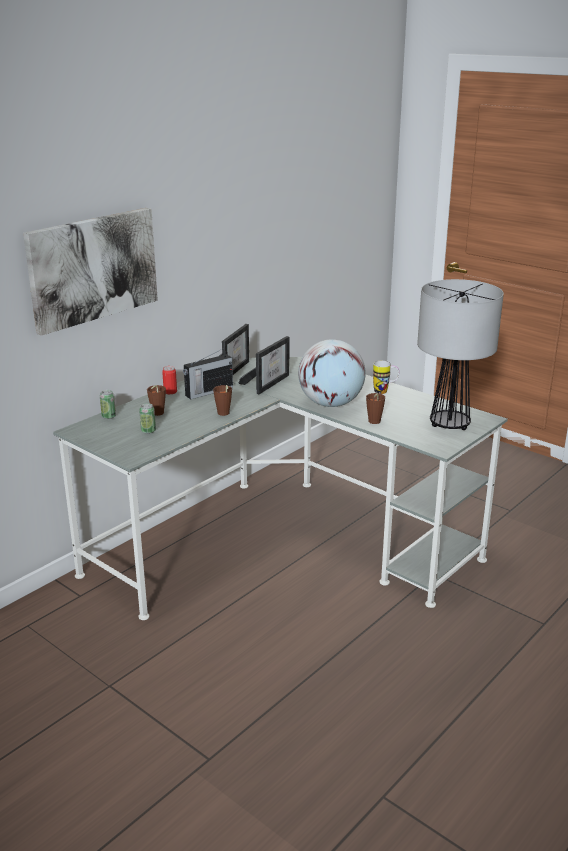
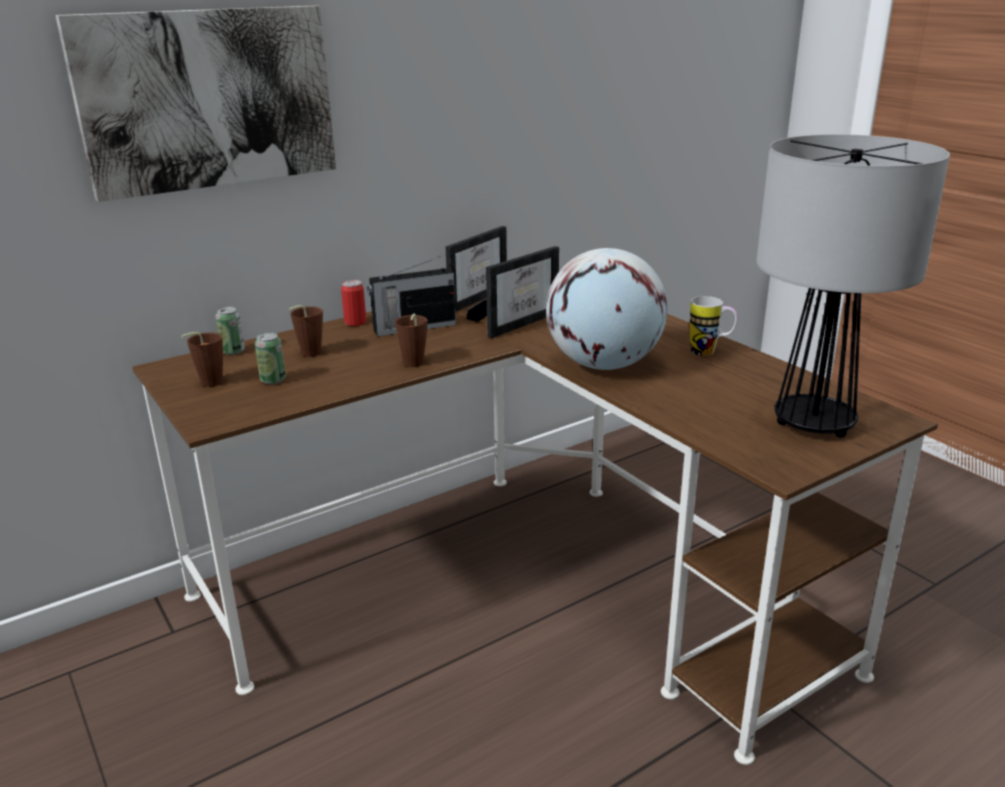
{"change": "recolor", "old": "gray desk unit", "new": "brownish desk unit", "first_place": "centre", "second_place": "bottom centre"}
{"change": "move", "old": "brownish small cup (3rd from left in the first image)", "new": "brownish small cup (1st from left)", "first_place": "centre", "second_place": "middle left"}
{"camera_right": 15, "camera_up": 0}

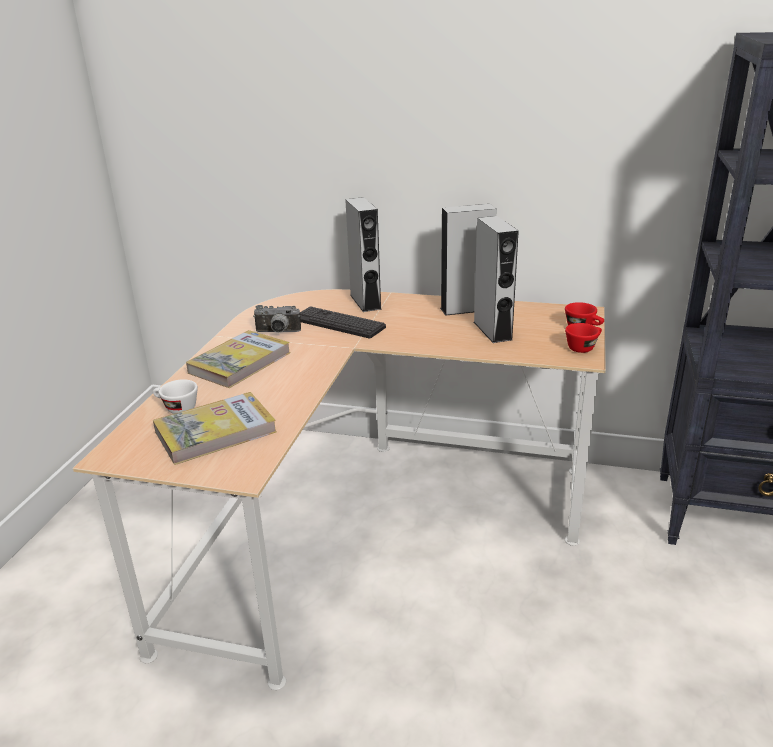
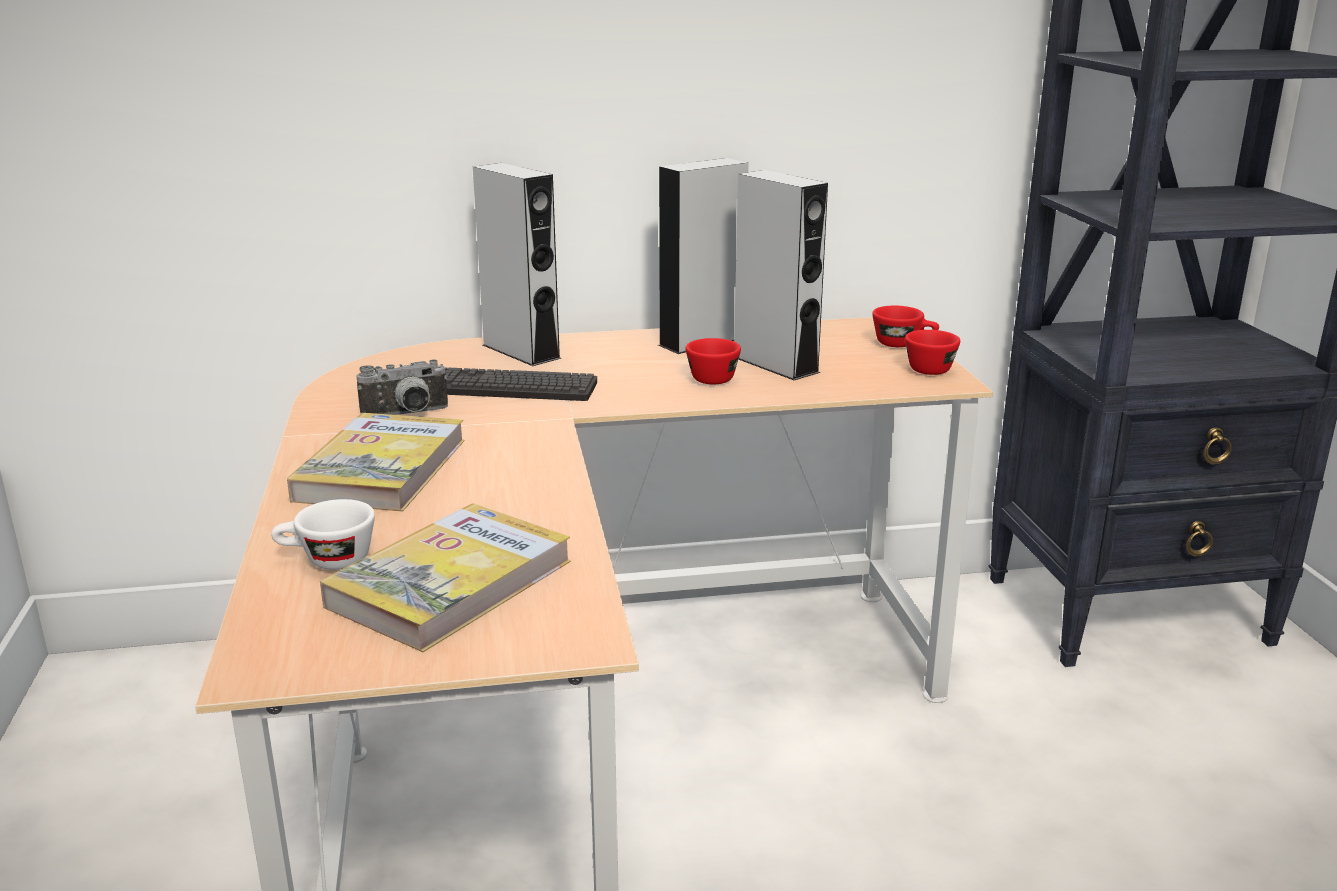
{"change": "insert", "new": "red-coloured small cup (1st from left)", "second_place": "centre"}
{"camera_right": -25, "camera_up": -5}

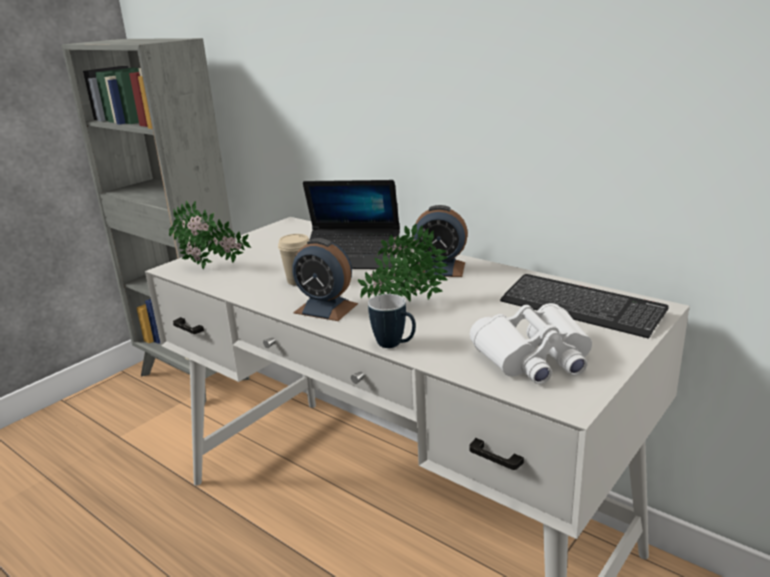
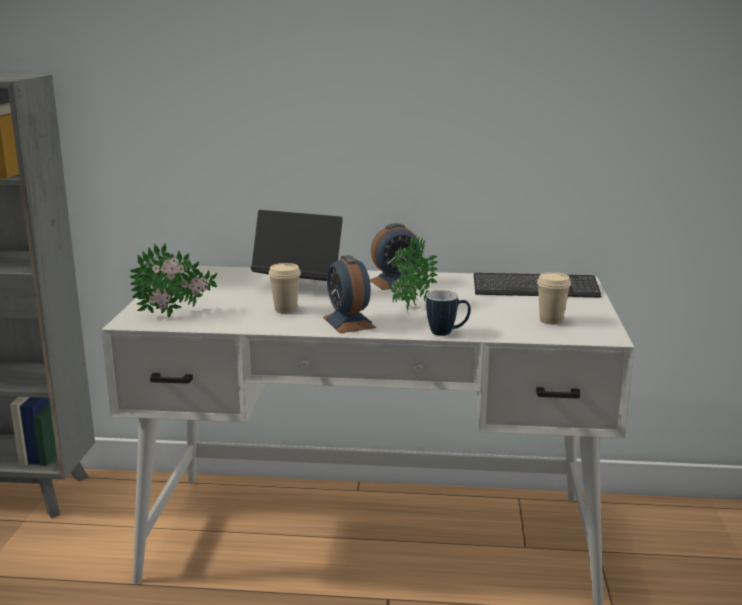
{"change": "rotate", "old": "laptop", "first_place": "centre", "second_place": "centre", "degrees": -135}
{"change": "rotate", "old": "bedside clock (1st from left)", "first_place": "centre", "second_place": "centre", "degrees": 75}
{"change": "replace", "old": "whitish binoculars", "new": "beige small cup (2nd from left)", "first_place": "middle right", "second_place": "middle right"}
{"camera_right": -35, "camera_up": -5}

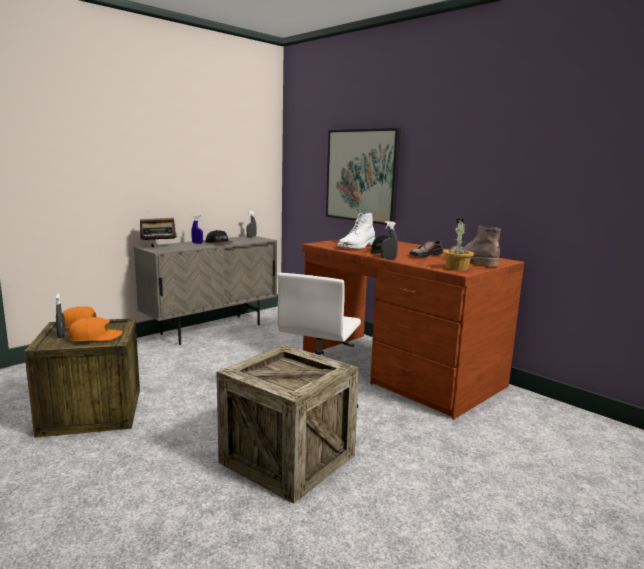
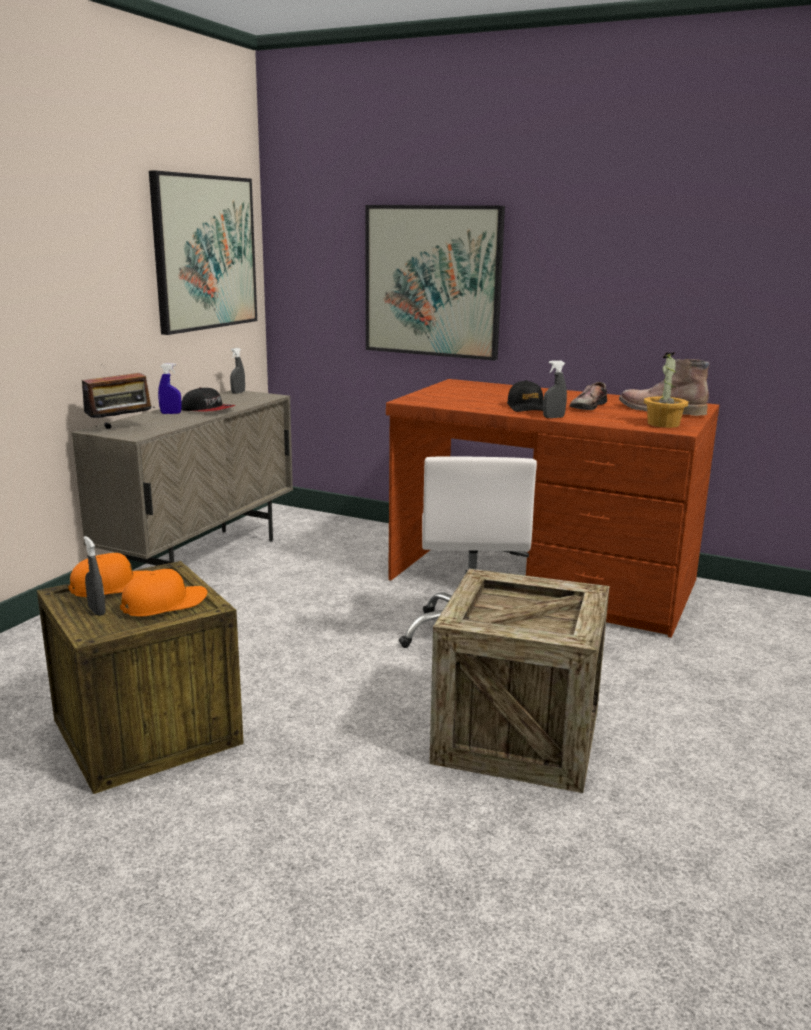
{"change": "insert", "new": "wall picture (1st from left)", "second_place": "top left"}
{"change": "delete", "old": "whitish high-top boot", "first_place": "centre"}
{"camera_right": -20, "camera_up": 5}

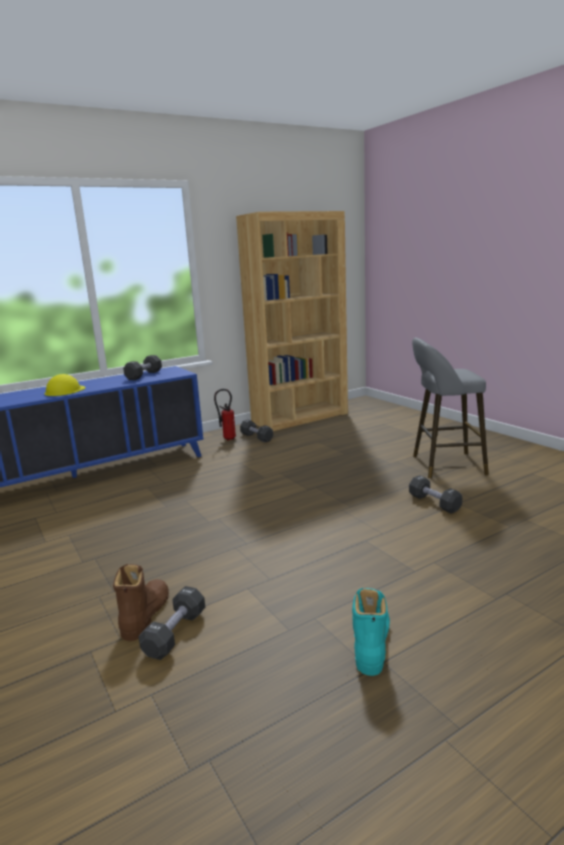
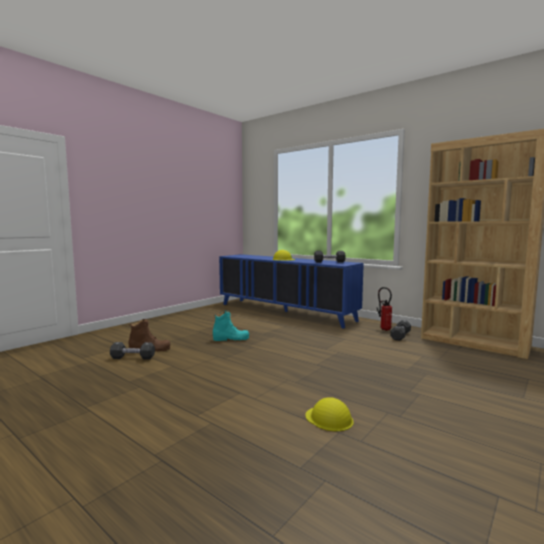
{"change": "move", "old": "turquoise-coloured high-top boot", "first_place": "bottom centre", "second_place": "centre"}
{"change": "replace", "old": "blackish dumbbell (4th from left)", "new": "yellow-coloured hard hat (2nd from left)", "first_place": "middle right", "second_place": "bottom centre"}
{"change": "delete", "old": "gray stool", "first_place": "middle right"}
{"camera_right": 70, "camera_up": -10}

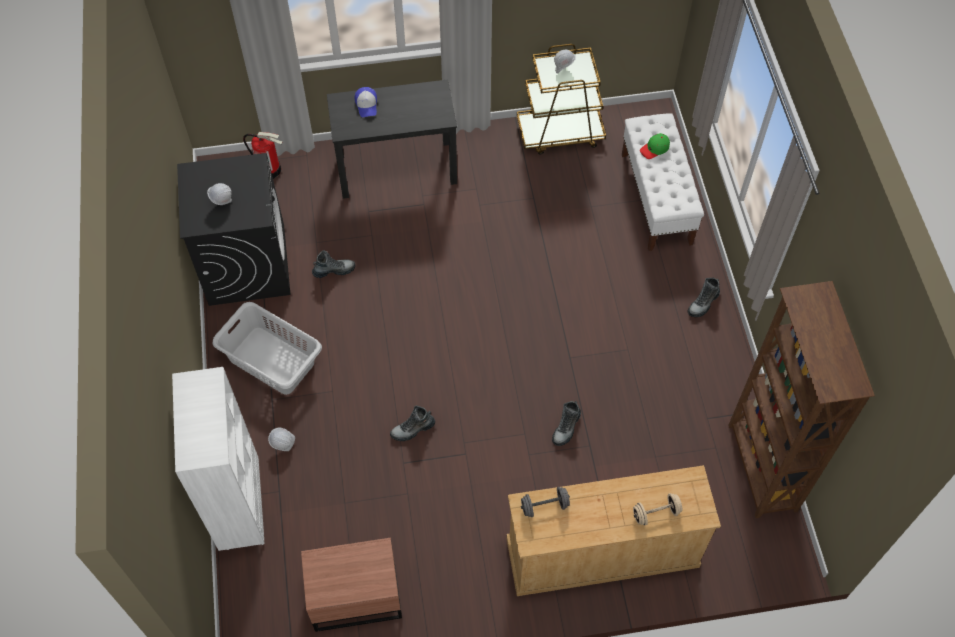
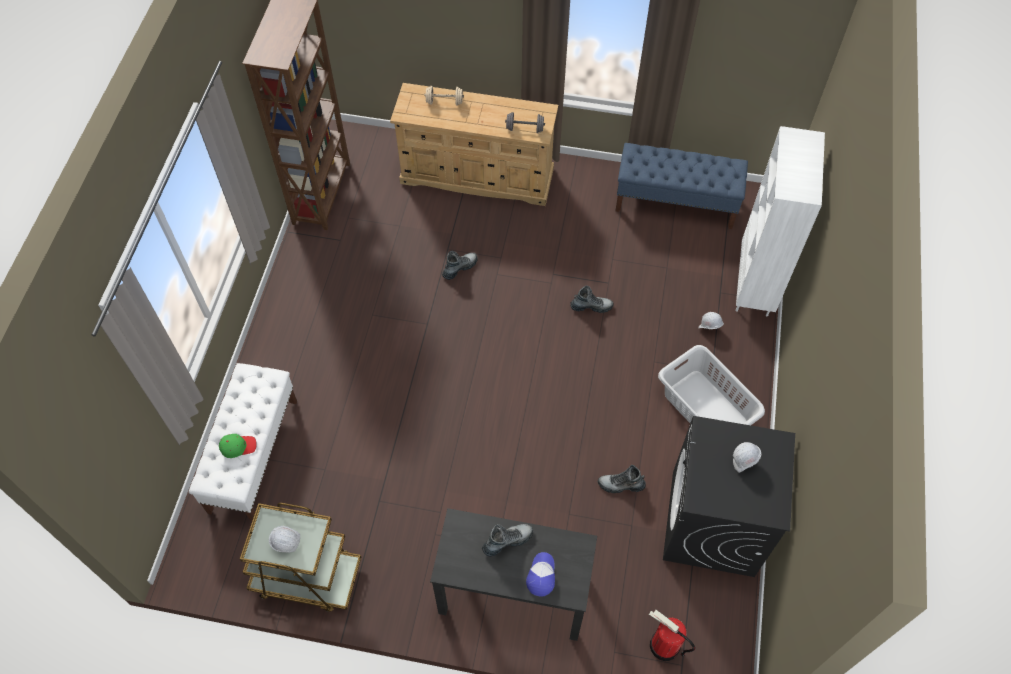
{"change": "move", "old": "high-top boot (4th from left in the first image)", "new": "high-top boot (2nd from left)", "first_place": "middle right", "second_place": "bottom centre"}
{"change": "replace", "old": "brownish night table", "new": "blue bench", "first_place": "bottom centre", "second_place": "top right"}
{"camera_right": -160, "camera_up": 0}

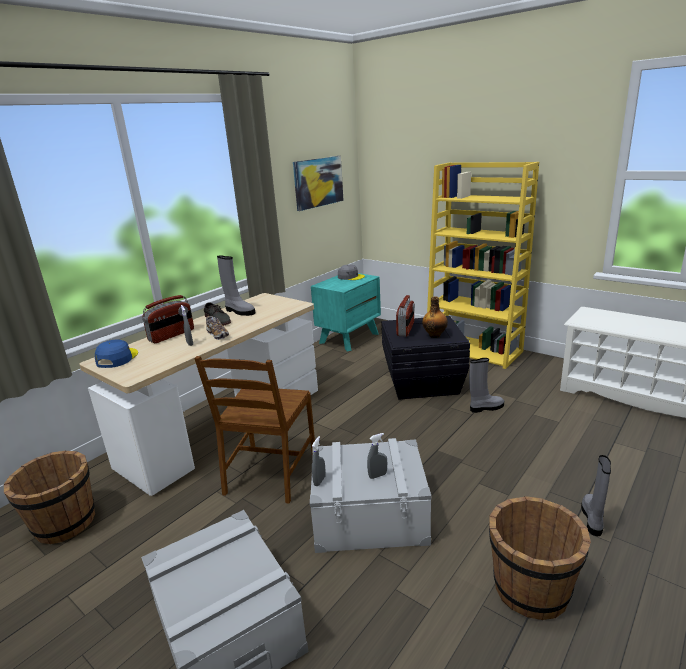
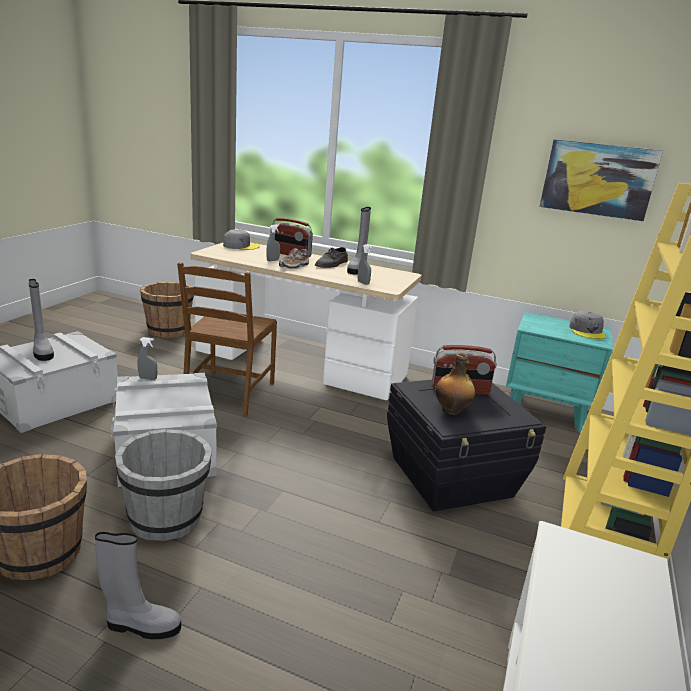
{"change": "move", "old": "gray high-top boot (2nd from left in the first image)", "new": "gray high-top boot (1st from left)", "first_place": "middle right", "second_place": "middle left"}
{"change": "insert", "new": "gray pail", "second_place": "bottom left"}
{"change": "rotate", "old": "brownish plain chair", "first_place": "centre", "second_place": "middle left", "degrees": -75}
{"change": "recolor", "old": "blue baseball cap", "new": "gray baseball cap (1st from left)", "first_place": "middle left", "second_place": "centre"}
{"change": "move", "old": "gray hand sprayer (3rd from left)", "first_place": "bottom centre", "second_place": "centre"}
{"camera_right": 70, "camera_up": 0}

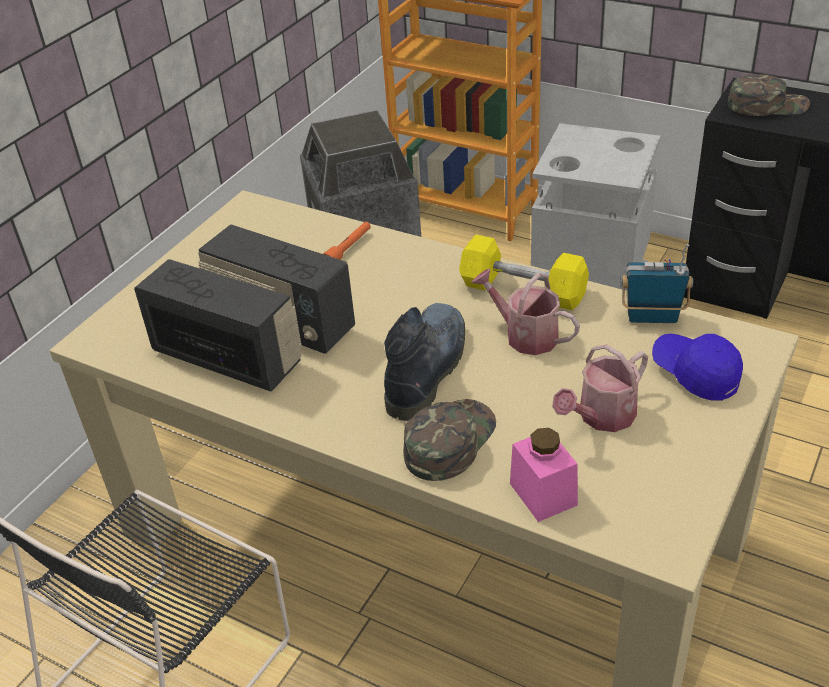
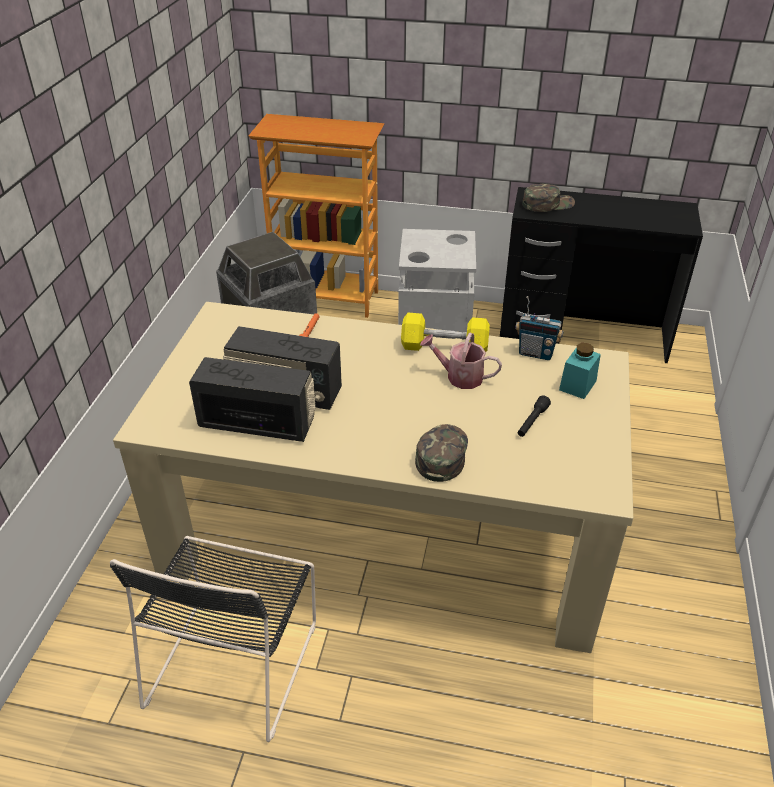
{"change": "rotate", "old": "radio receiver (3rd from left)", "first_place": "middle right", "second_place": "middle right", "degrees": -150}
{"change": "replace", "old": "watering pot (2nd from left)", "new": "blackish torch", "first_place": "middle right", "second_place": "middle right"}
{"change": "replace", "old": "blue baseball cap", "new": "turquoise-coloured preserve jar", "first_place": "middle right", "second_place": "middle right"}
{"change": "delete", "old": "high-top boot", "first_place": "centre"}
{"change": "delete", "old": "pink-coloured preserve jar", "first_place": "bottom centre"}
{"camera_right": -20, "camera_up": 0}

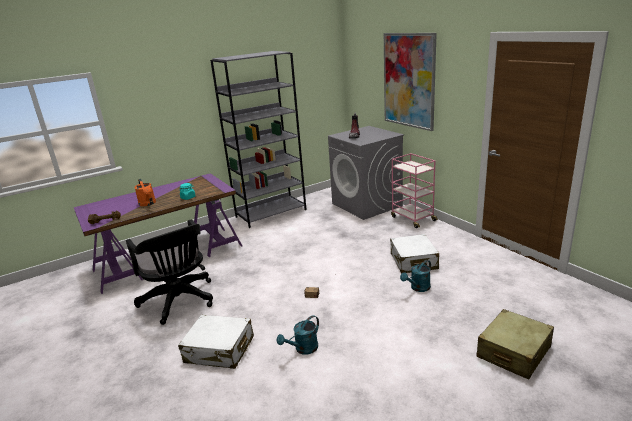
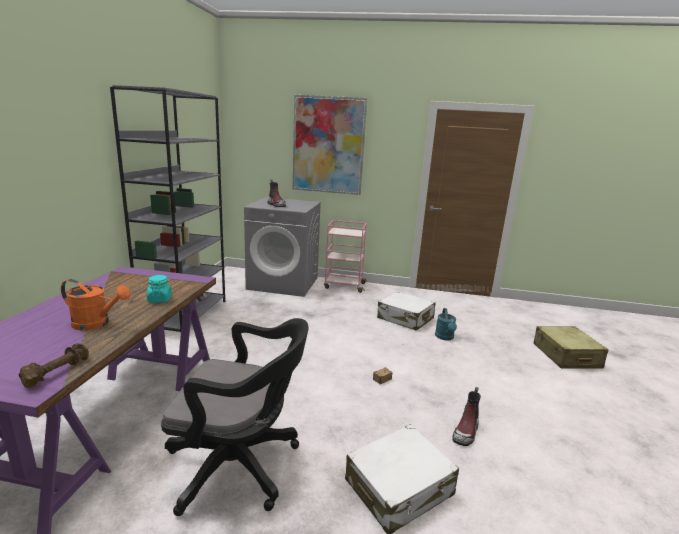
{"change": "replace", "old": "turquoise-coloured watering pot (1st from left)", "new": "high-top boot (2nd from left)", "first_place": "bottom centre", "second_place": "bottom right"}
{"camera_right": -50, "camera_up": -5}

